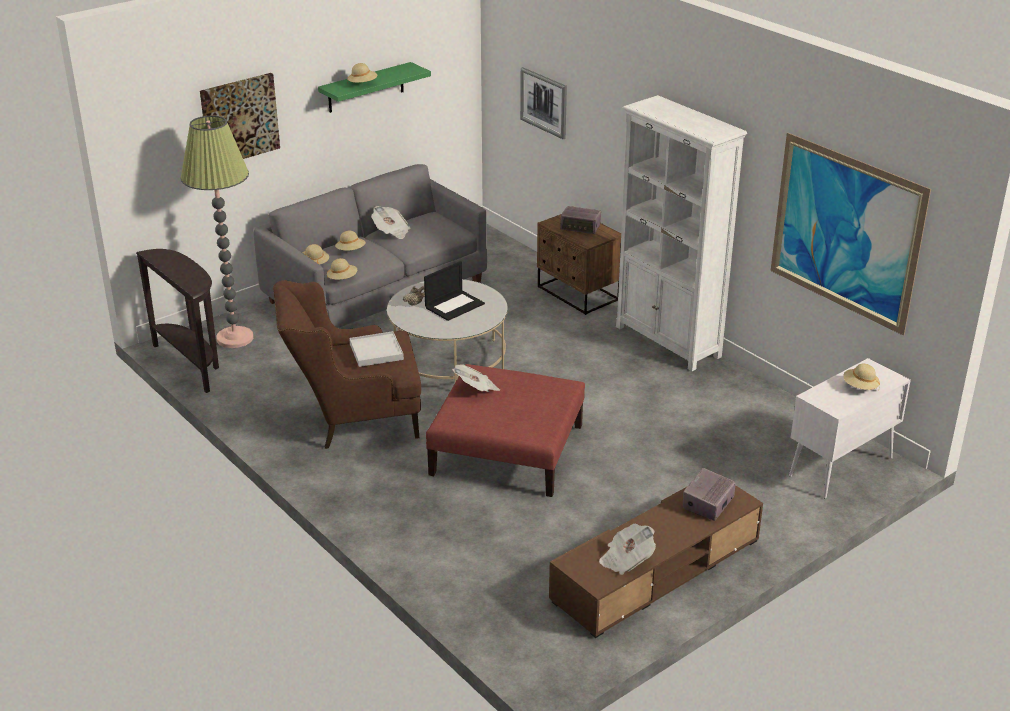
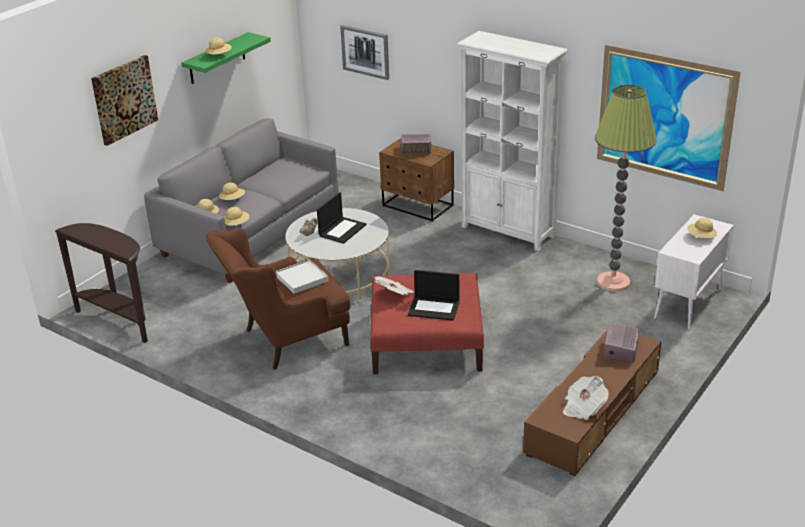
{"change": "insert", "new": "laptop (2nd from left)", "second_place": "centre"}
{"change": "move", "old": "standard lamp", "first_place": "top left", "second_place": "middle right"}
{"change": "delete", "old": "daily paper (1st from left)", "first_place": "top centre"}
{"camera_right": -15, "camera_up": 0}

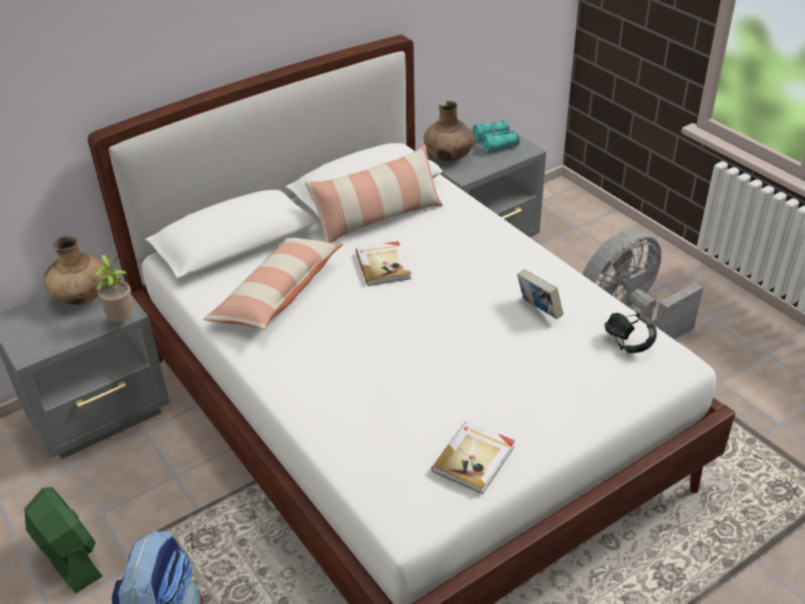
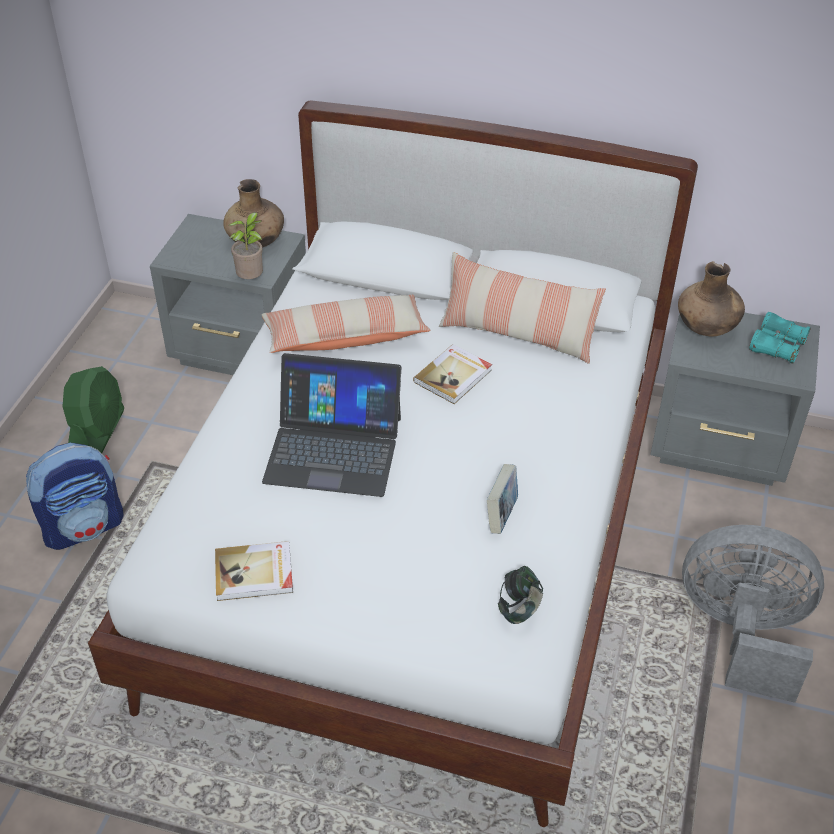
{"change": "insert", "new": "laptop", "second_place": "centre"}
{"camera_right": 50, "camera_up": 5}

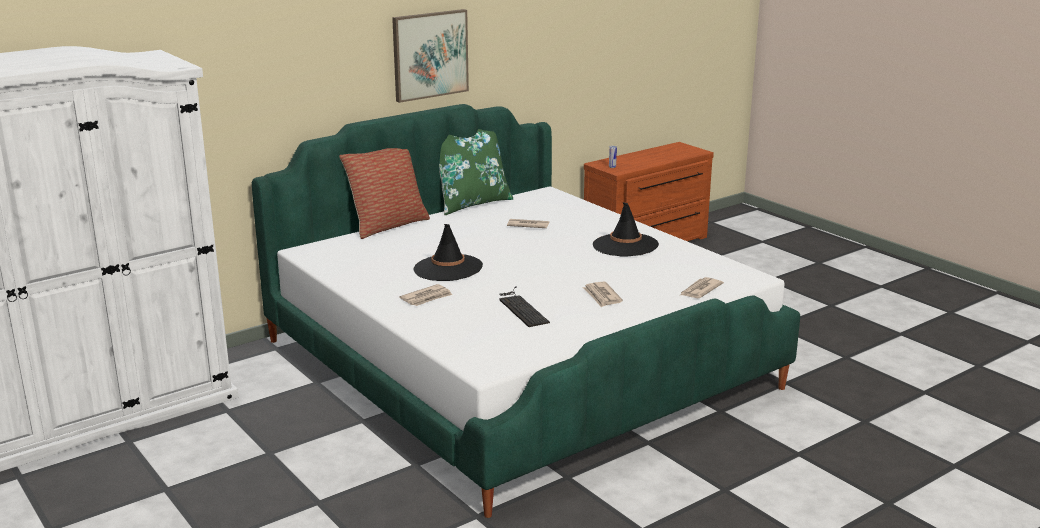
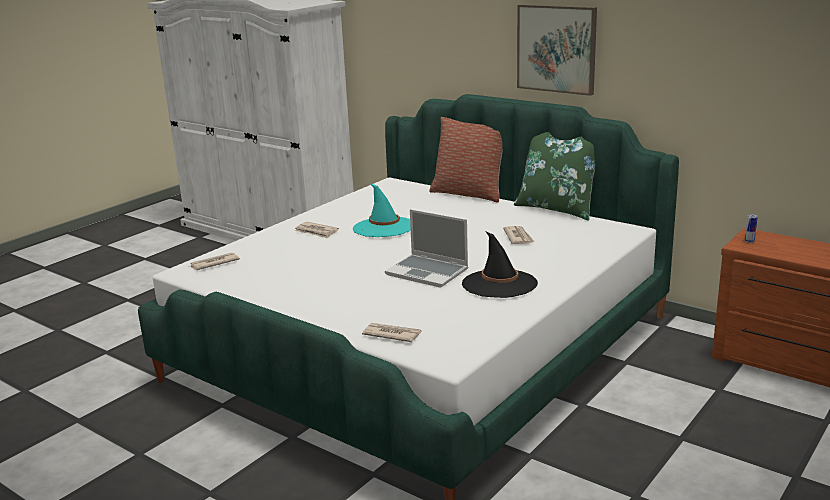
{"change": "move", "old": "daily paper (3rd from left in the first image)", "new": "daily paper (1st from left)", "first_place": "centre", "second_place": "middle left"}
{"change": "recolor", "old": "blackish hat (1st from left)", "new": "turquoise-coloured hat", "first_place": "centre", "second_place": "centre"}
{"change": "insert", "new": "laptop", "second_place": "centre"}
{"change": "delete", "old": "keyboard", "first_place": "centre"}
{"camera_right": 75, "camera_up": 0}

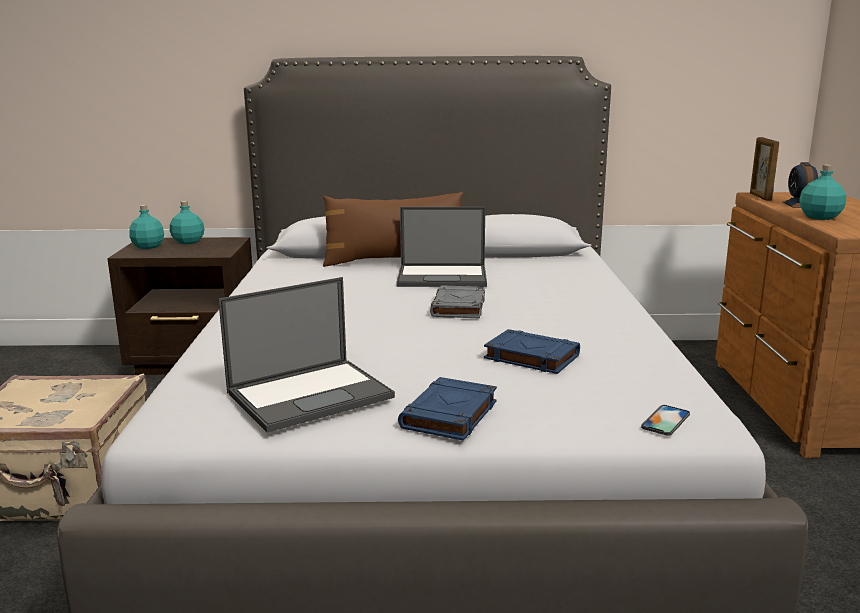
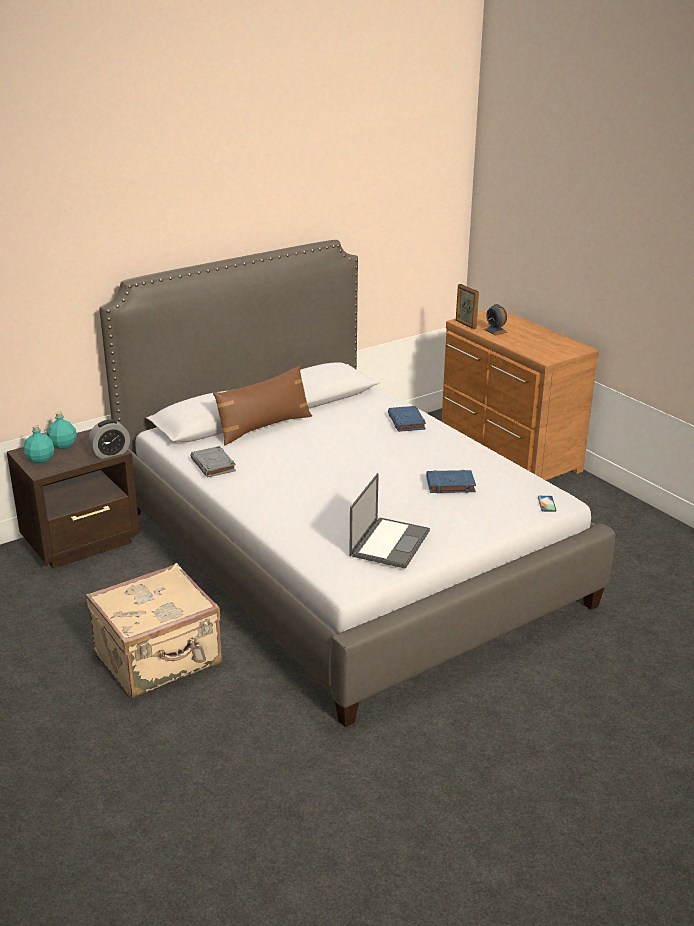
{"change": "insert", "new": "bedside clock (1st from left)", "second_place": "middle left"}
{"change": "move", "old": "gray book", "first_place": "centre", "second_place": "middle left"}
{"change": "move", "old": "blue book (1st from left)", "first_place": "bottom centre", "second_place": "centre"}
{"change": "delete", "old": "laptop (2nd from left)", "first_place": "centre"}
{"change": "delete", "old": "turquoise-coloured bottle (3rd from left)", "first_place": "top right"}
{"camera_right": -35, "camera_up": 10}

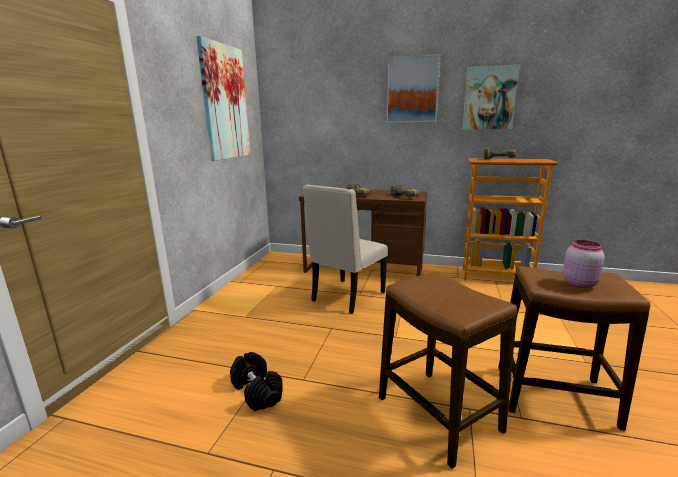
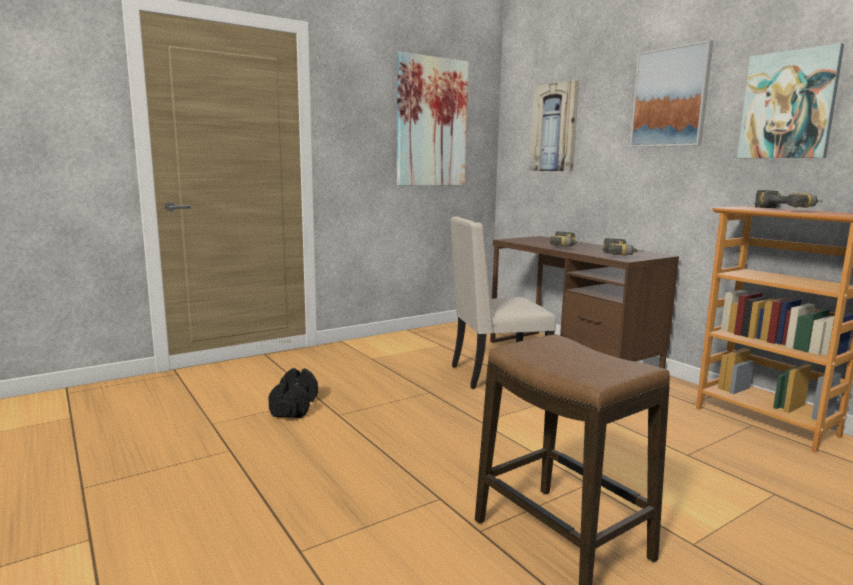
{"change": "insert", "new": "wall picture (2nd from left)", "second_place": "top centre"}
{"change": "delete", "old": "stool (1st from left)", "first_place": "bottom centre"}
{"change": "delete", "old": "pink-coloured preserve jar", "first_place": "middle right"}
{"camera_right": 40, "camera_up": -5}

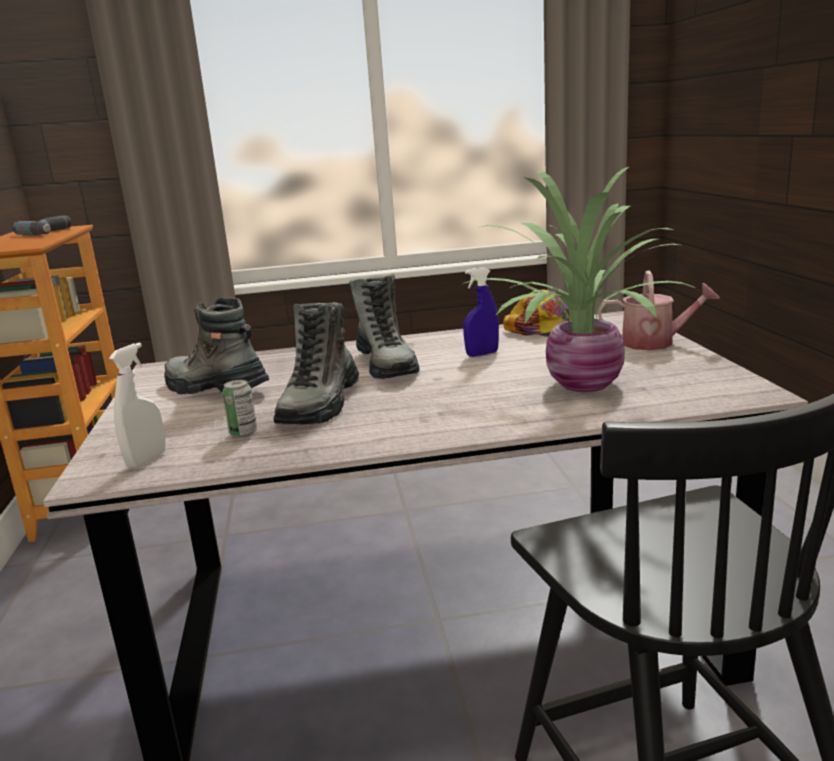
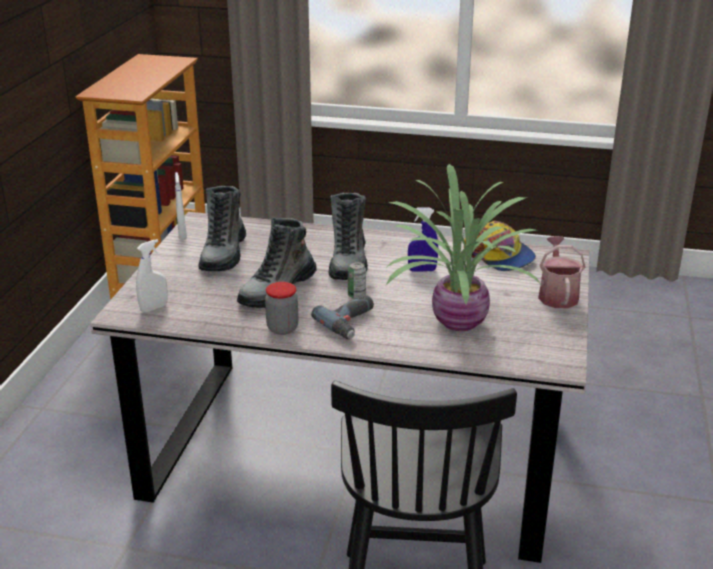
{"change": "insert", "new": "whitish hand sprayer (2nd from left)", "second_place": "middle left"}
{"change": "rotate", "old": "high-top boot (1st from left)", "first_place": "middle left", "second_place": "middle left", "degrees": -135}
{"change": "insert", "new": "preserve jar", "second_place": "centre"}
{"change": "move", "old": "power drill", "first_place": "top left", "second_place": "centre"}
{"change": "move", "old": "sealed can", "first_place": "middle left", "second_place": "centre"}
{"change": "rotate", "old": "watering pot", "first_place": "middle right", "second_place": "middle right", "degrees": -120}
{"camera_right": 20, "camera_up": 10}

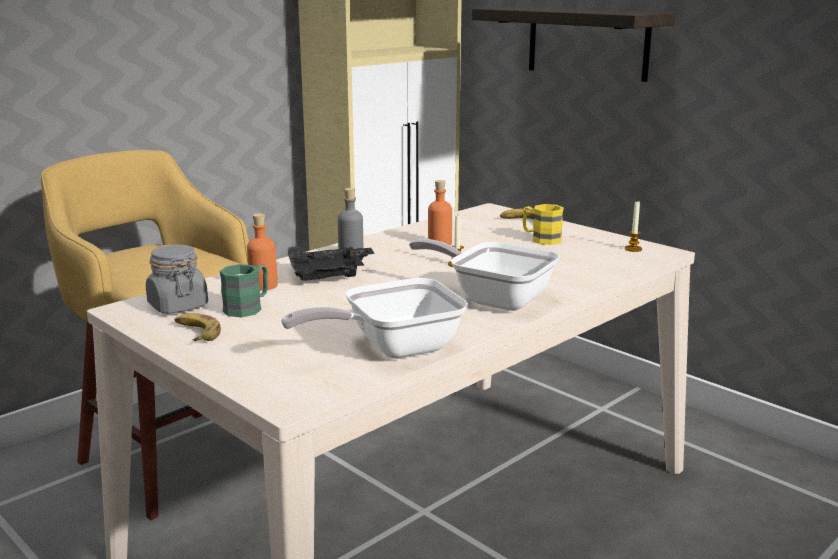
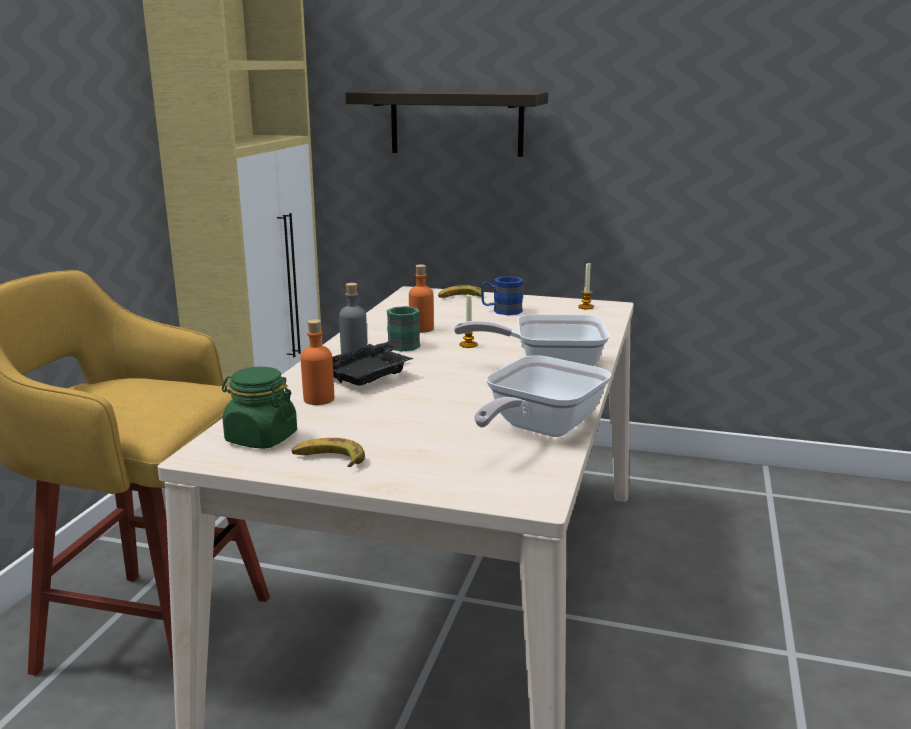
{"change": "recolor", "old": "gray preserve jar", "new": "greenish preserve jar", "first_place": "middle left", "second_place": "middle left"}
{"change": "move", "old": "greenish mug", "first_place": "middle left", "second_place": "centre"}
{"change": "recolor", "old": "yellow-coloured mug", "new": "blue mug", "first_place": "centre", "second_place": "centre"}
{"camera_right": -30, "camera_up": 0}

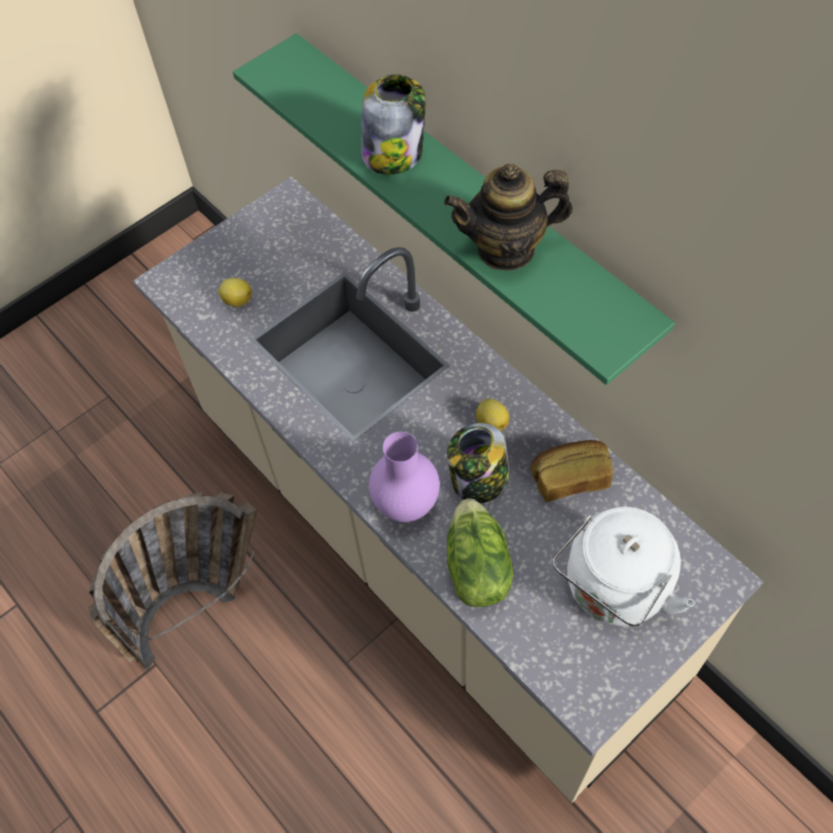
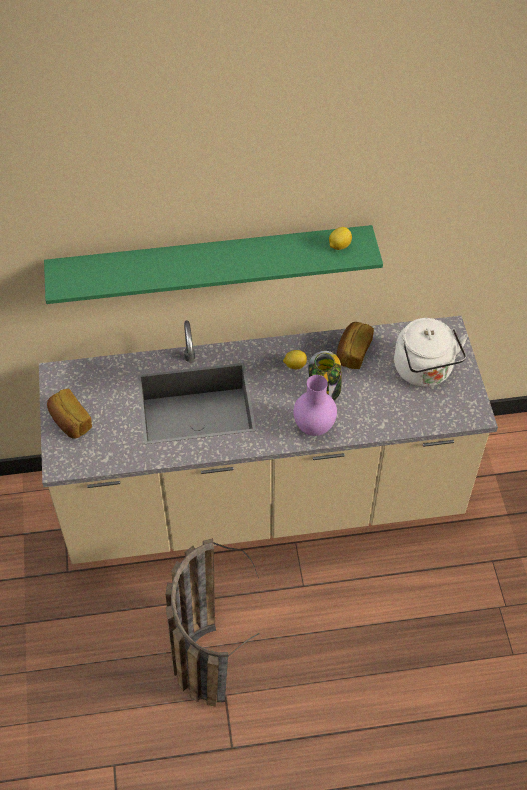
{"change": "insert", "new": "baked bread (1st from left)", "second_place": "middle left"}
{"change": "move", "old": "whole lemon (1st from left in the first image)", "new": "whole lemon (2nd from left)", "first_place": "middle left", "second_place": "top centre"}
{"change": "delete", "old": "preserve jar (1st from left)", "first_place": "top centre"}
{"change": "delete", "old": "tea pot", "first_place": "top centre"}
{"change": "delete", "old": "head of lettuce", "first_place": "centre"}
{"camera_right": -60, "camera_up": -5}

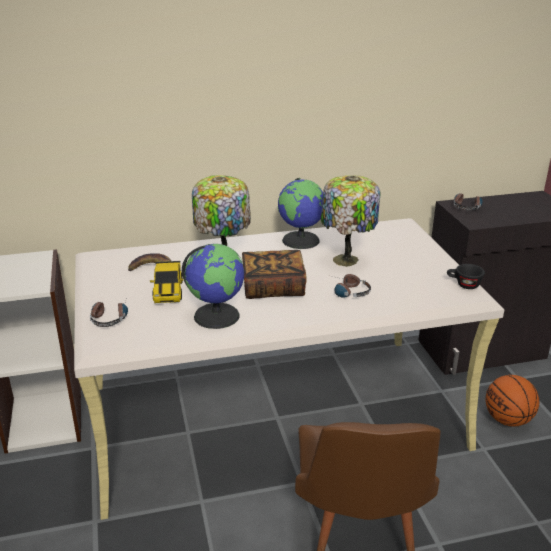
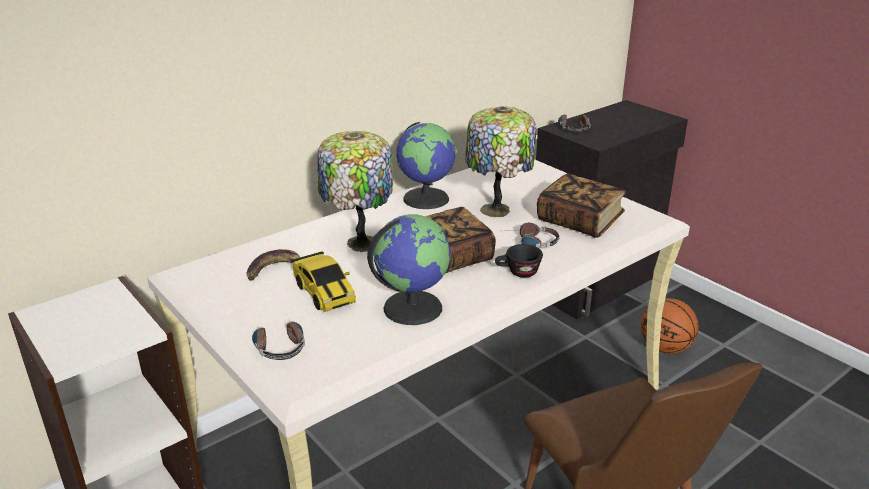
{"change": "move", "old": "blackish small cup", "first_place": "middle right", "second_place": "centre"}
{"change": "insert", "new": "book (2nd from left)", "second_place": "middle right"}
{"camera_right": -25, "camera_up": 0}

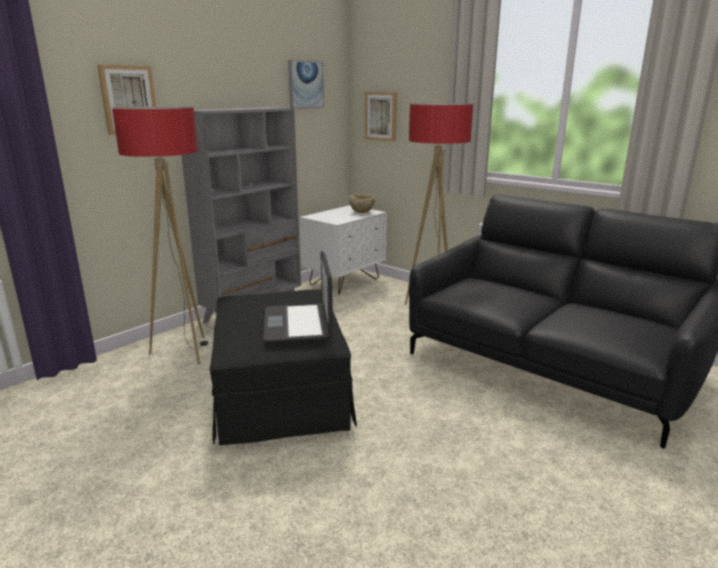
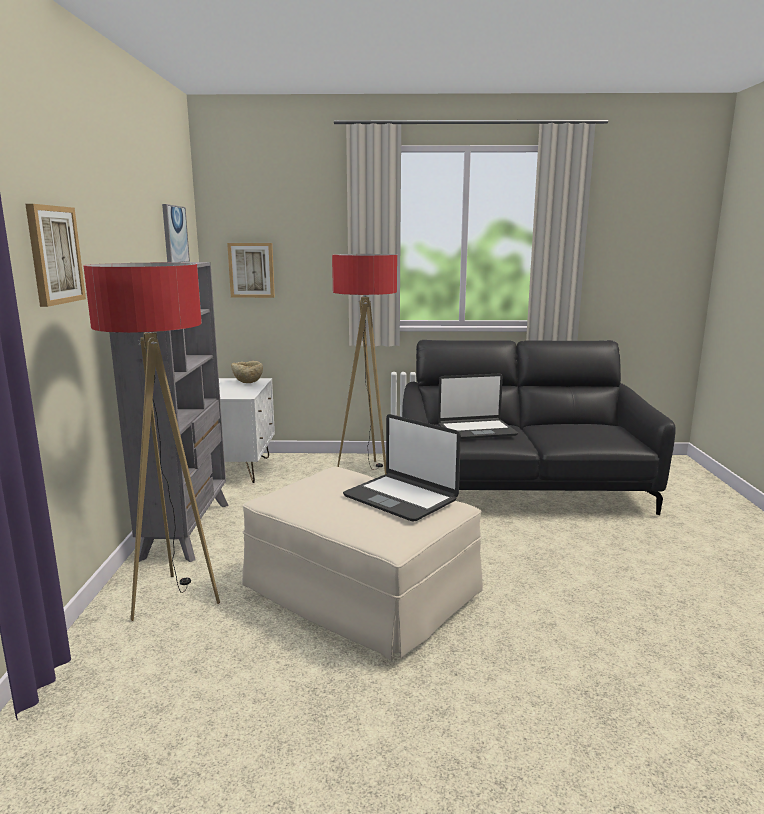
{"change": "recolor", "old": "blackish ottoman", "new": "beige ottoman", "first_place": "centre", "second_place": "bottom centre"}
{"change": "insert", "new": "laptop (2nd from left)", "second_place": "centre"}
{"camera_right": -40, "camera_up": -5}

